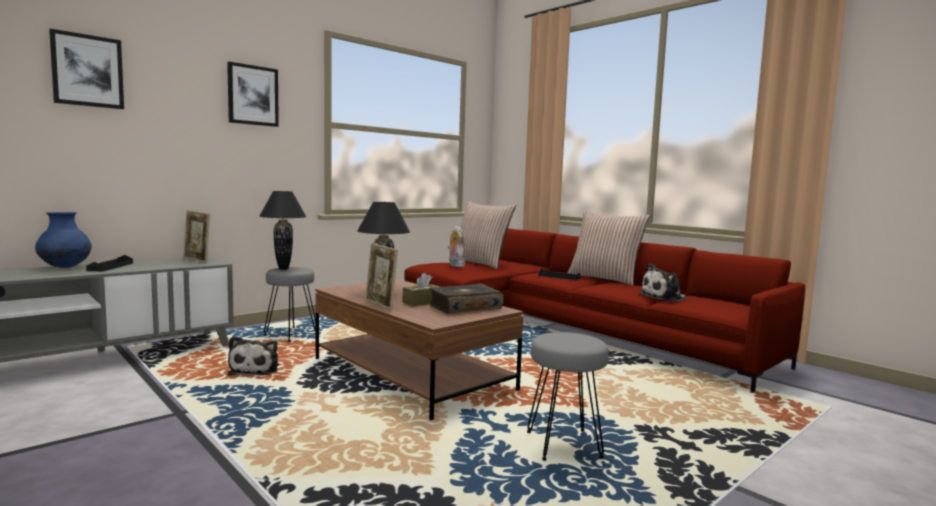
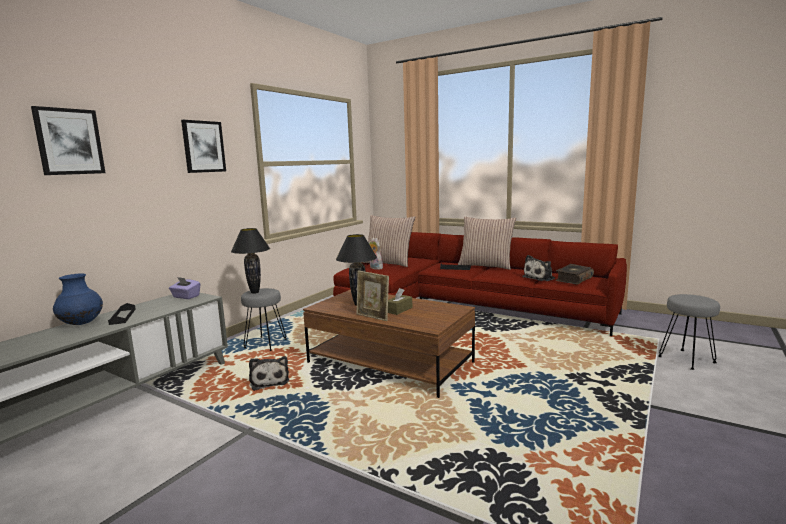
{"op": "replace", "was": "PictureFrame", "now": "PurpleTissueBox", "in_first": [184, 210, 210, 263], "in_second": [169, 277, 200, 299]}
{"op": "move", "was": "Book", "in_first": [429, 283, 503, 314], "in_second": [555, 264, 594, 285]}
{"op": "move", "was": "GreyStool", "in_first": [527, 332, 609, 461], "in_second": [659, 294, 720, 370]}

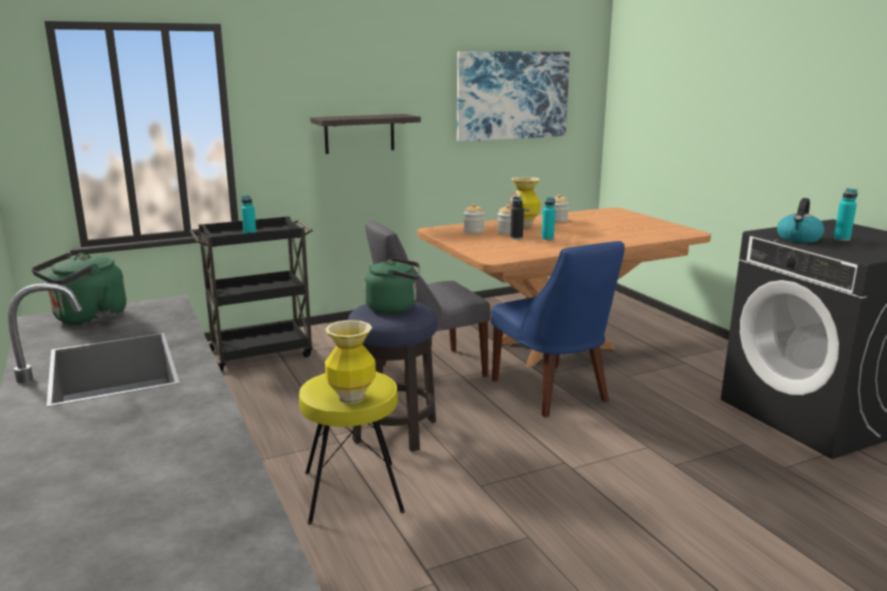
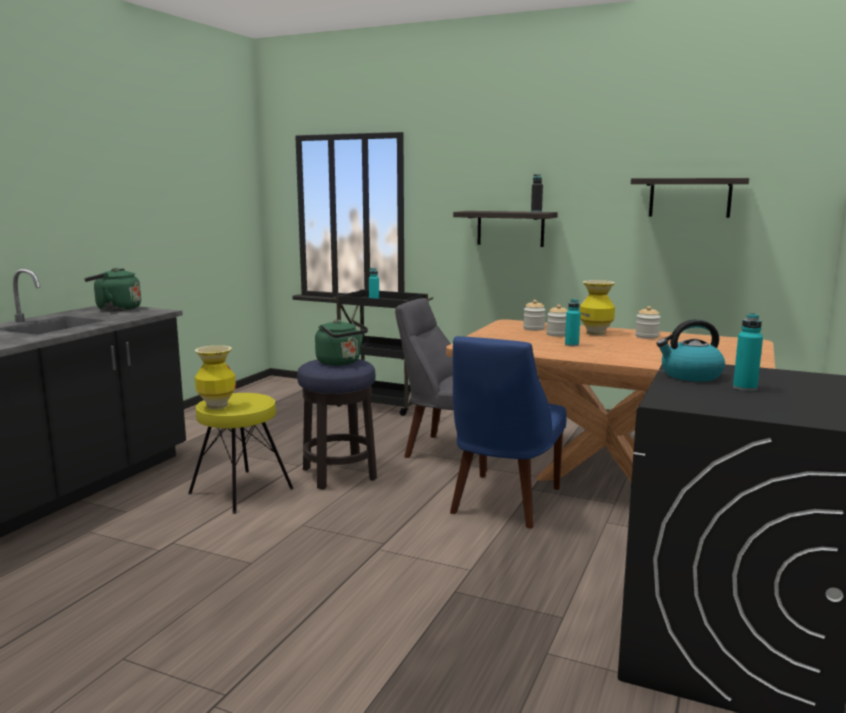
{"op": "replace", "was": "Picture", "now": "Shelf", "in_first": [457, 52, 570, 142], "in_second": [631, 178, 749, 218]}
{"op": "move", "was": "BlackBottle", "in_first": [510, 197, 524, 239], "in_second": [531, 174, 543, 212]}

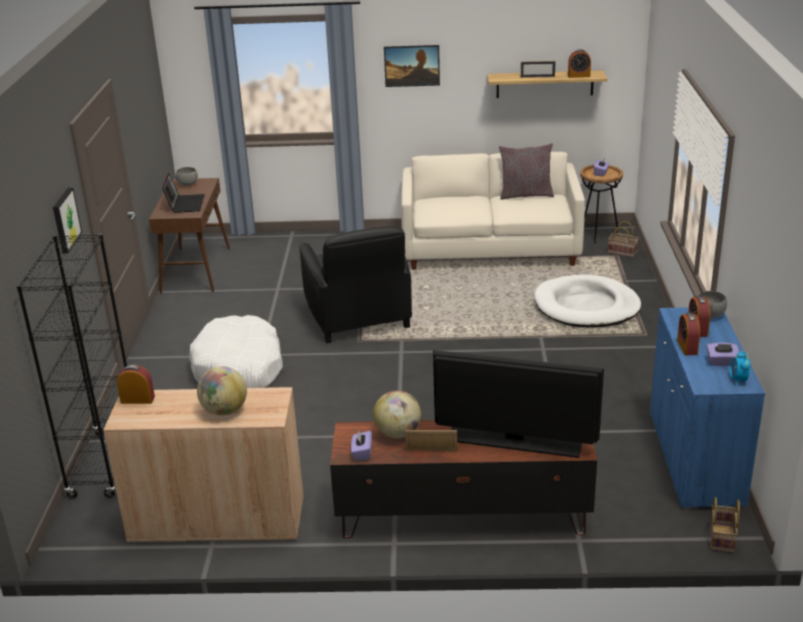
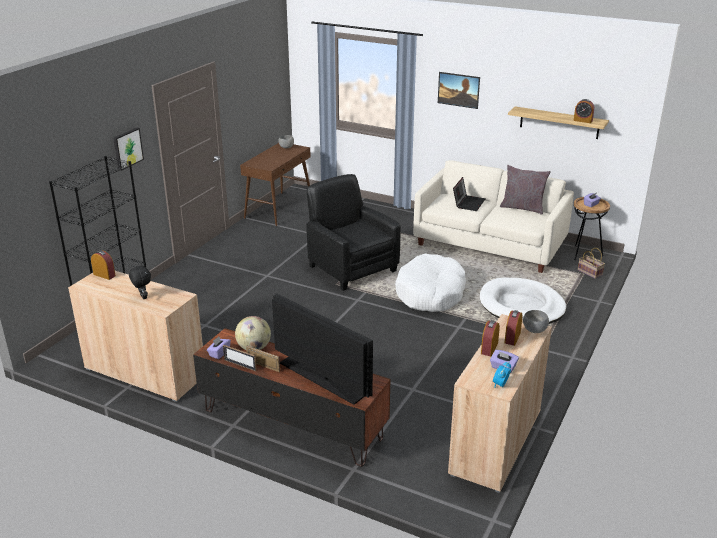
{"op": "move", "was": "PictureFrame", "in_first": [521, 61, 556, 78], "in_second": [223, 345, 257, 371]}
{"op": "move", "was": "Laptop", "in_first": [162, 173, 205, 213], "in_second": [453, 177, 486, 211]}
{"op": "rotate", "was": "BlackArmchair", "in_first": [299, 226, 412, 343], "in_second": [306, 174, 401, 291], "clockwise": 135}
{"op": "recolor", "was": "BlueCabinet", "now": "BeigeCabinet", "in_first": [650, 307, 765, 509], "in_second": [448, 314, 552, 493]}
{"op": "move", "was": "WhiteDogBed", "in_first": [189, 315, 283, 388], "in_second": [395, 253, 466, 312]}
{"op": "replace", "was": "Globe", "now": "BlackPlushToy", "in_first": [197, 366, 247, 416], "in_second": [129, 264, 151, 299]}
{"op": "delete", "was": "Basket", "in_first": [710, 497, 740, 553]}

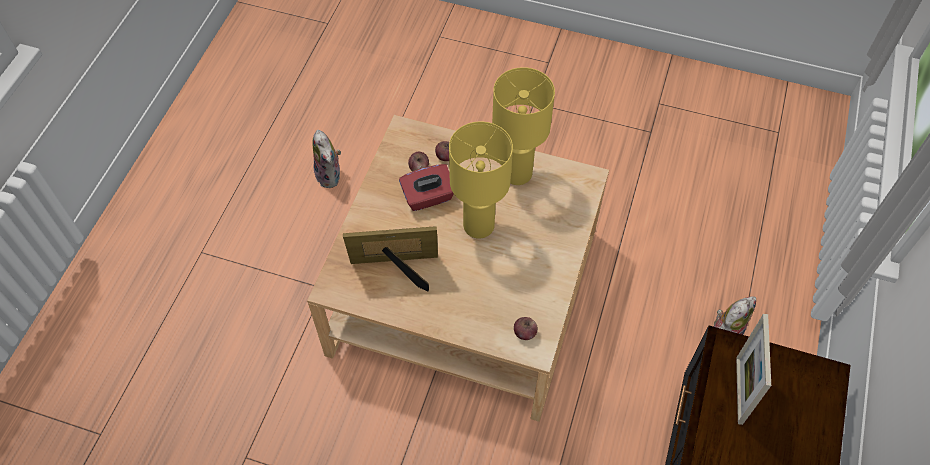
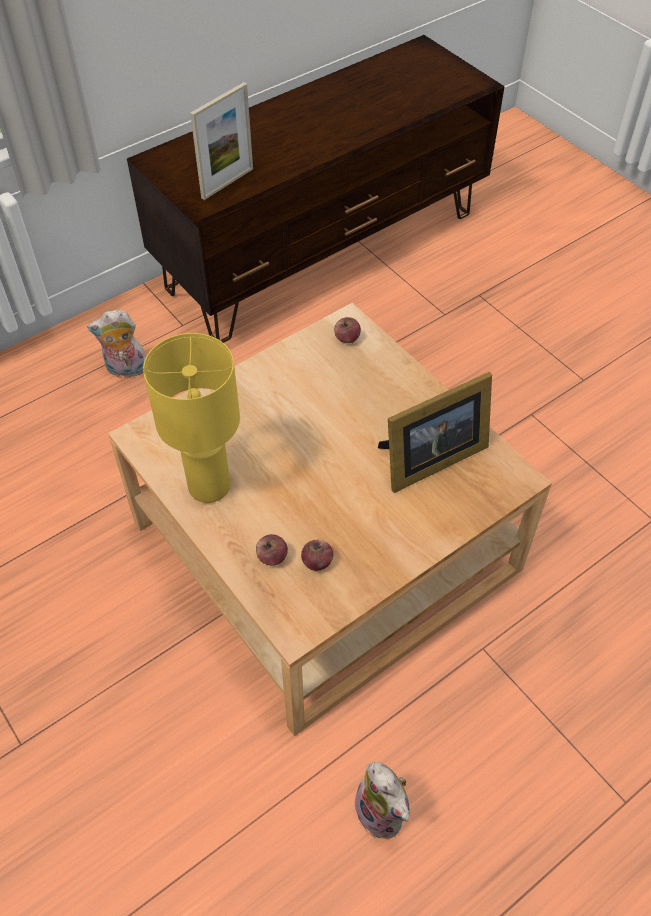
{"op": "delete", "was": "YellowTableLamp", "in_first": [449, 121, 513, 239]}
{"op": "rotate", "was": "PlushToy", "in_first": [313, 130, 341, 188], "in_second": [352, 762, 410, 839], "clockwise": 135}
{"op": "delete", "was": "RedTissueBox", "in_first": [399, 164, 454, 211]}
{"op": "rotate", "was": "PictureFrame", "in_first": [343, 226, 438, 291], "in_second": [378, 372, 492, 493], "clockwise": -60}

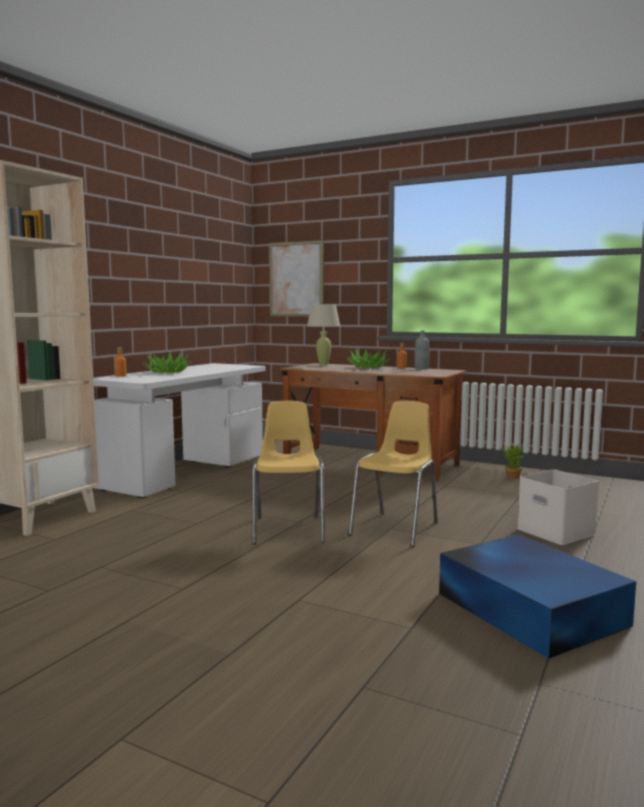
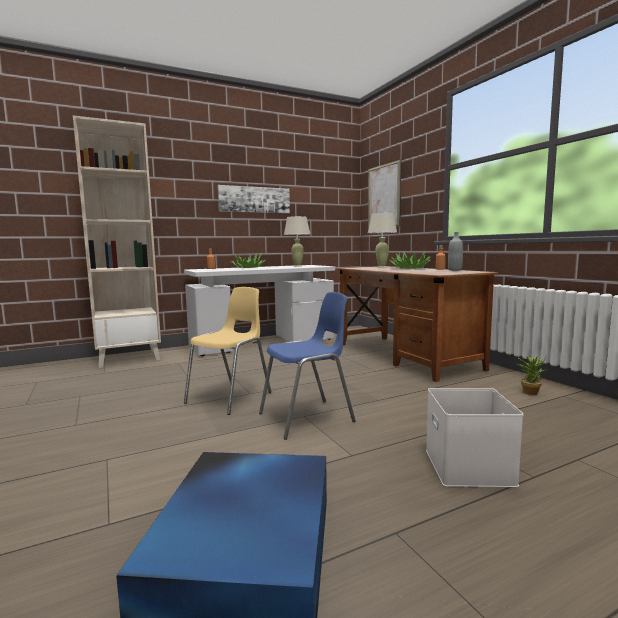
{"op": "recolor", "was": "YellowChair", "now": "BlueChair", "in_first": [349, 401, 438, 547], "in_second": [259, 292, 356, 440]}
{"op": "insert", "now": "Picture", "in_second": [217, 185, 290, 213]}
{"op": "insert", "now": "BeigeTableLamp", "in_second": [284, 216, 310, 267]}

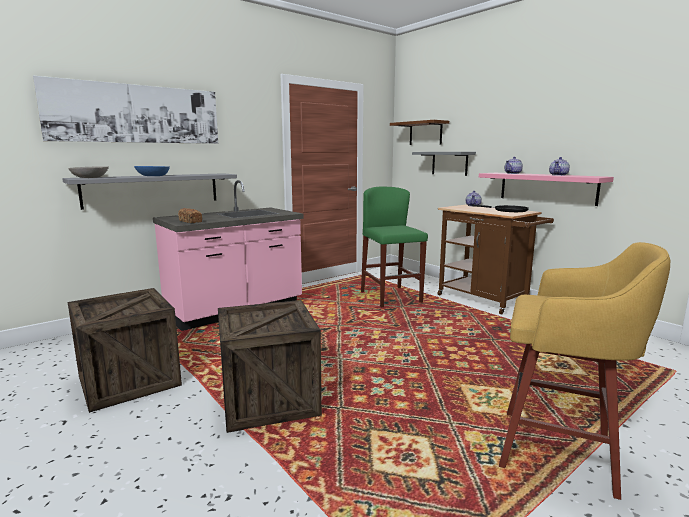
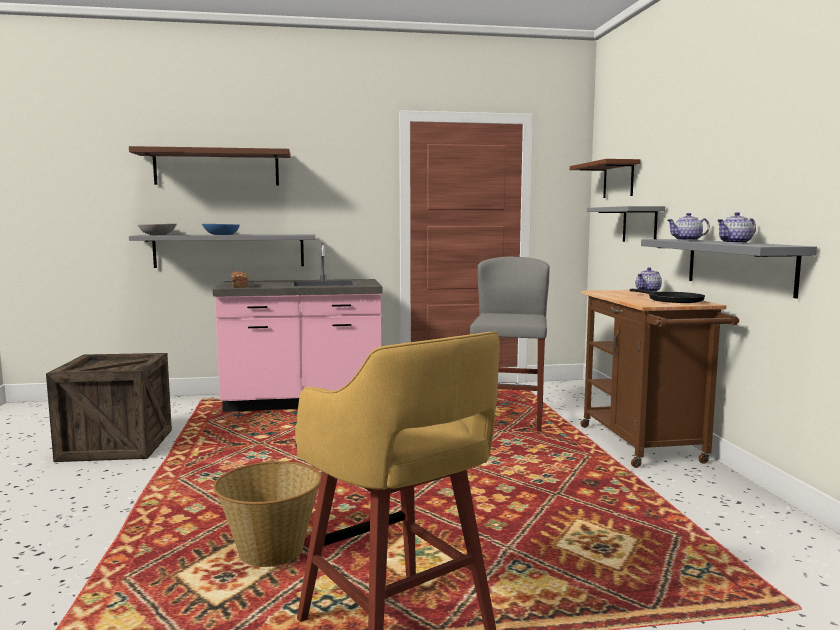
{"op": "replace", "was": "Picture", "now": "BrownShelf", "in_first": [33, 76, 218, 144], "in_second": [129, 146, 291, 186]}
{"op": "recolor", "was": "PinkShelf", "now": "GreyShelf", "in_first": [479, 173, 614, 206], "in_second": [641, 239, 817, 299]}
{"op": "recolor", "was": "GreenStool", "now": "GreyStool", "in_first": [361, 187, 428, 307], "in_second": [470, 257, 550, 432]}
{"op": "delete", "was": "Crate", "in_first": [218, 300, 322, 433]}
{"op": "insert", "now": "Basket", "in_second": [213, 461, 321, 567]}

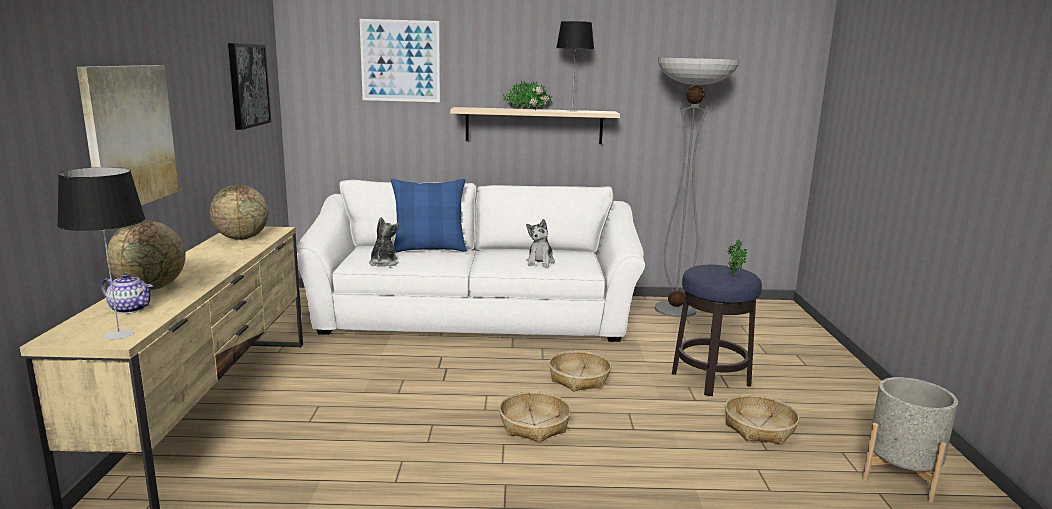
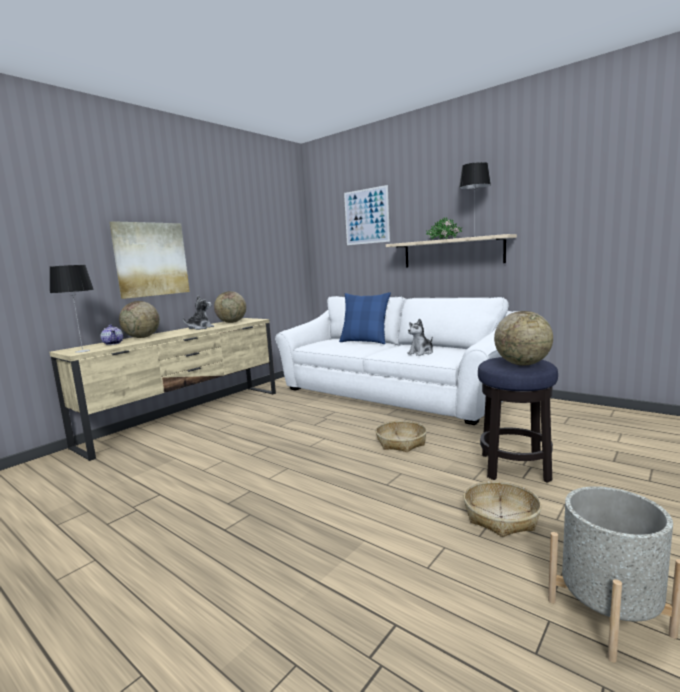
{"op": "delete", "was": "Picture", "in_first": [228, 43, 271, 130]}
{"op": "delete", "was": "FloorLamp", "in_first": [655, 58, 740, 317]}
{"op": "move", "was": "PlushToy", "in_first": [369, 217, 399, 266], "in_second": [183, 295, 214, 330]}
{"op": "replace", "was": "PottedPlant", "now": "Globe", "in_first": [727, 240, 747, 275], "in_second": [494, 311, 553, 365]}
{"op": "delete", "was": "Basket", "in_first": [499, 391, 571, 443]}

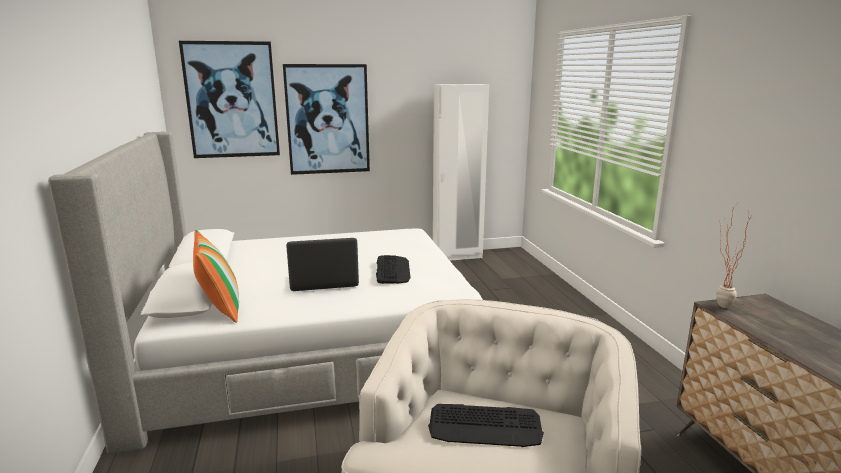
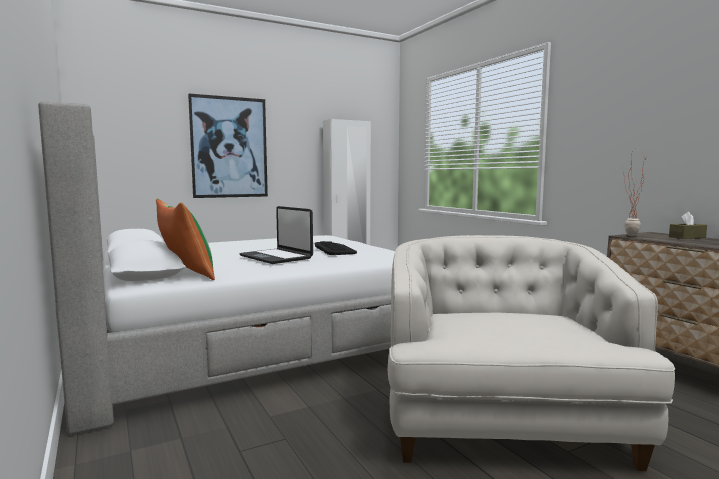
{"op": "delete", "was": "Picture", "in_first": [179, 41, 280, 158]}
{"op": "rotate", "was": "Laptop", "in_first": [286, 238, 359, 291], "in_second": [239, 206, 313, 264], "clockwise": -105}
{"op": "delete", "was": "Keyboard", "in_first": [428, 404, 544, 447]}
{"op": "insert", "now": "BrownTissueBox", "in_second": [669, 212, 707, 239]}

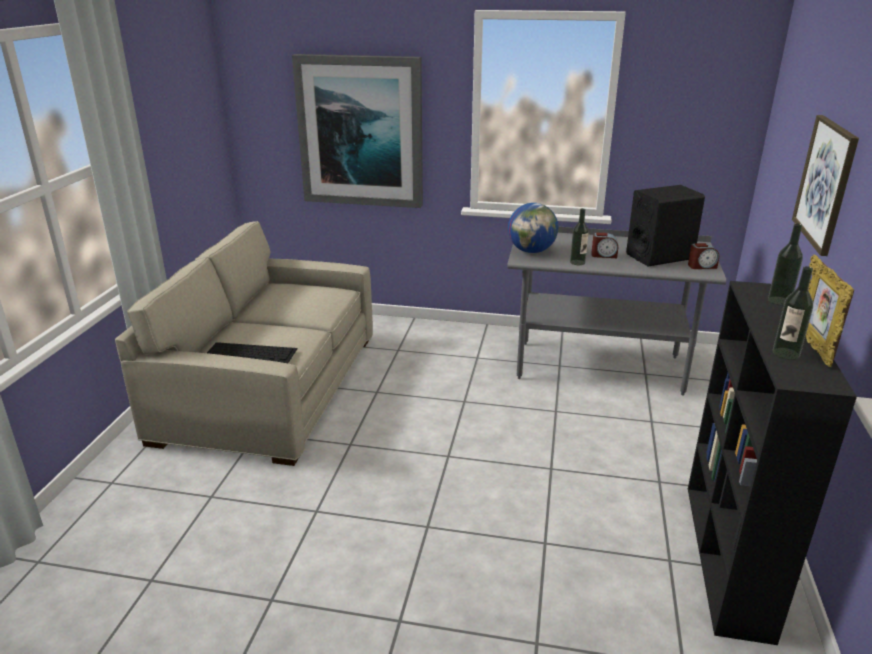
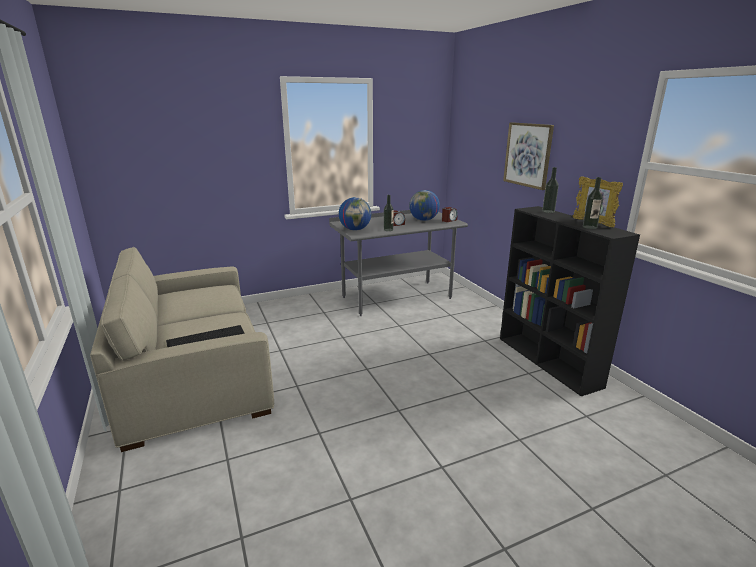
{"op": "delete", "was": "Picture", "in_first": [292, 54, 423, 208]}
{"op": "replace", "was": "BlackSpeaker", "now": "Globe", "in_first": [626, 185, 705, 266], "in_second": [409, 190, 440, 221]}

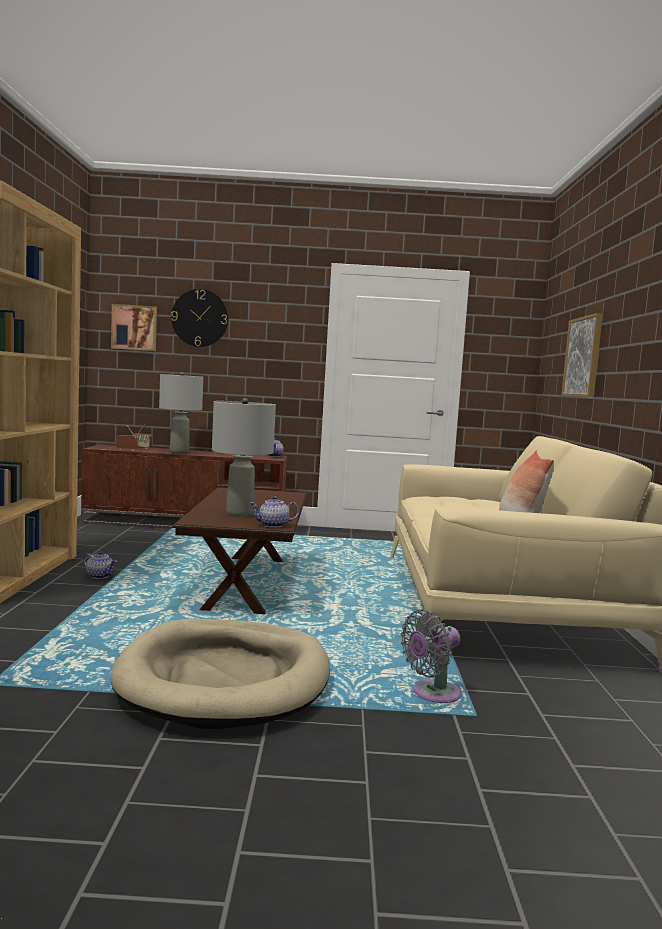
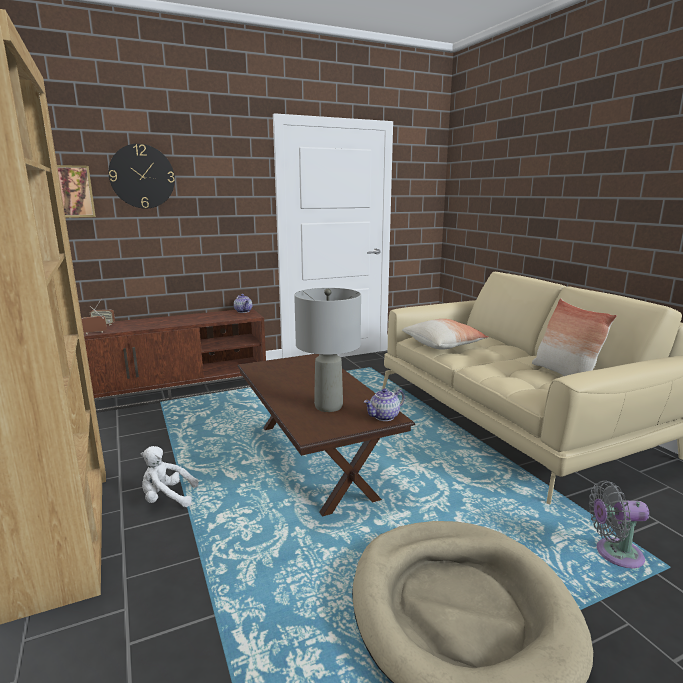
{"op": "delete", "was": "Picture", "in_first": [561, 313, 603, 397]}
{"op": "delete", "was": "GreyTableLamp", "in_first": [159, 372, 203, 454]}
{"op": "replace", "was": "Teapot", "now": "WhitePlushToy", "in_first": [83, 551, 117, 579], "in_second": [141, 446, 199, 507]}
{"op": "rotate", "was": "GreyFan", "in_first": [400, 610, 461, 703], "in_second": [589, 481, 649, 568], "clockwise": 60}
{"op": "insert", "now": "Pillow", "in_second": [402, 319, 489, 349]}

